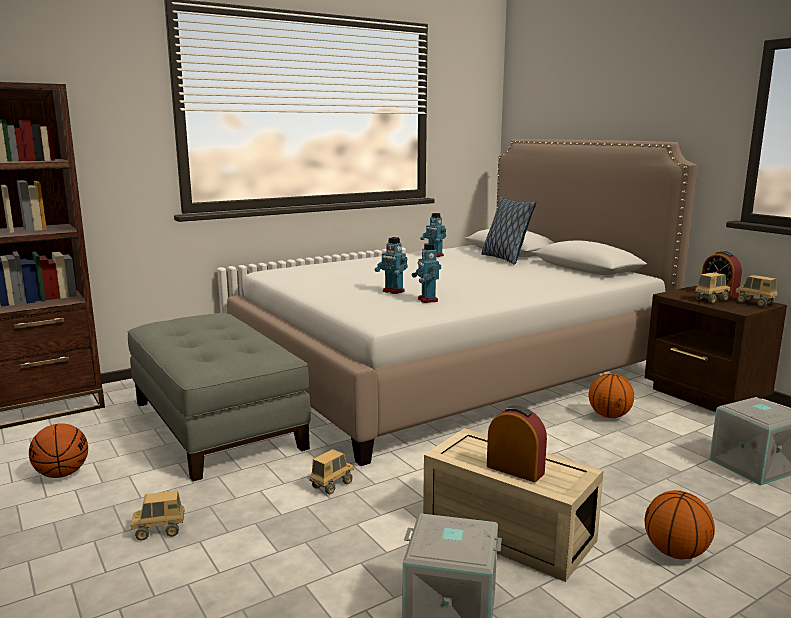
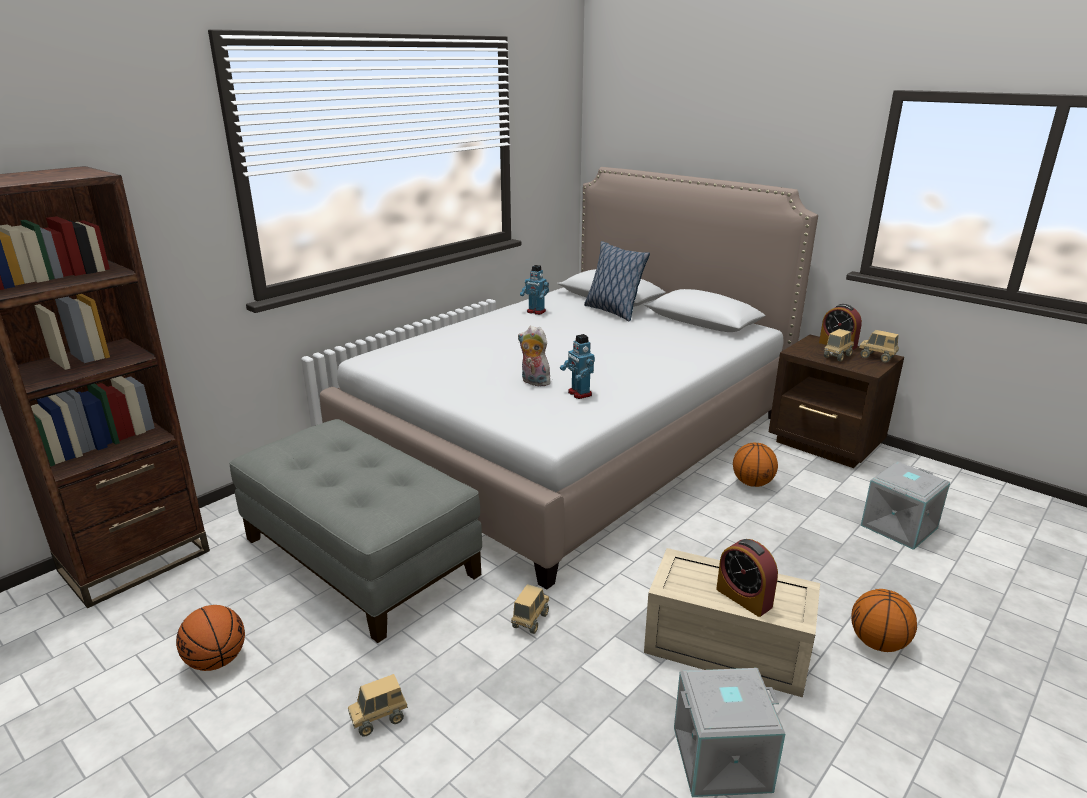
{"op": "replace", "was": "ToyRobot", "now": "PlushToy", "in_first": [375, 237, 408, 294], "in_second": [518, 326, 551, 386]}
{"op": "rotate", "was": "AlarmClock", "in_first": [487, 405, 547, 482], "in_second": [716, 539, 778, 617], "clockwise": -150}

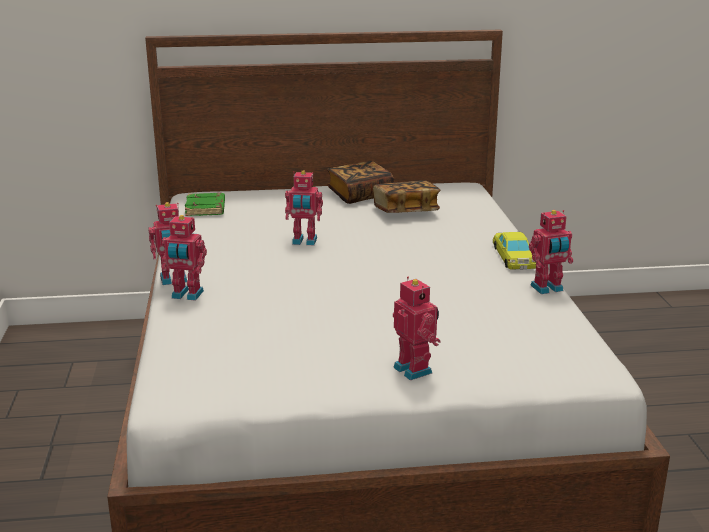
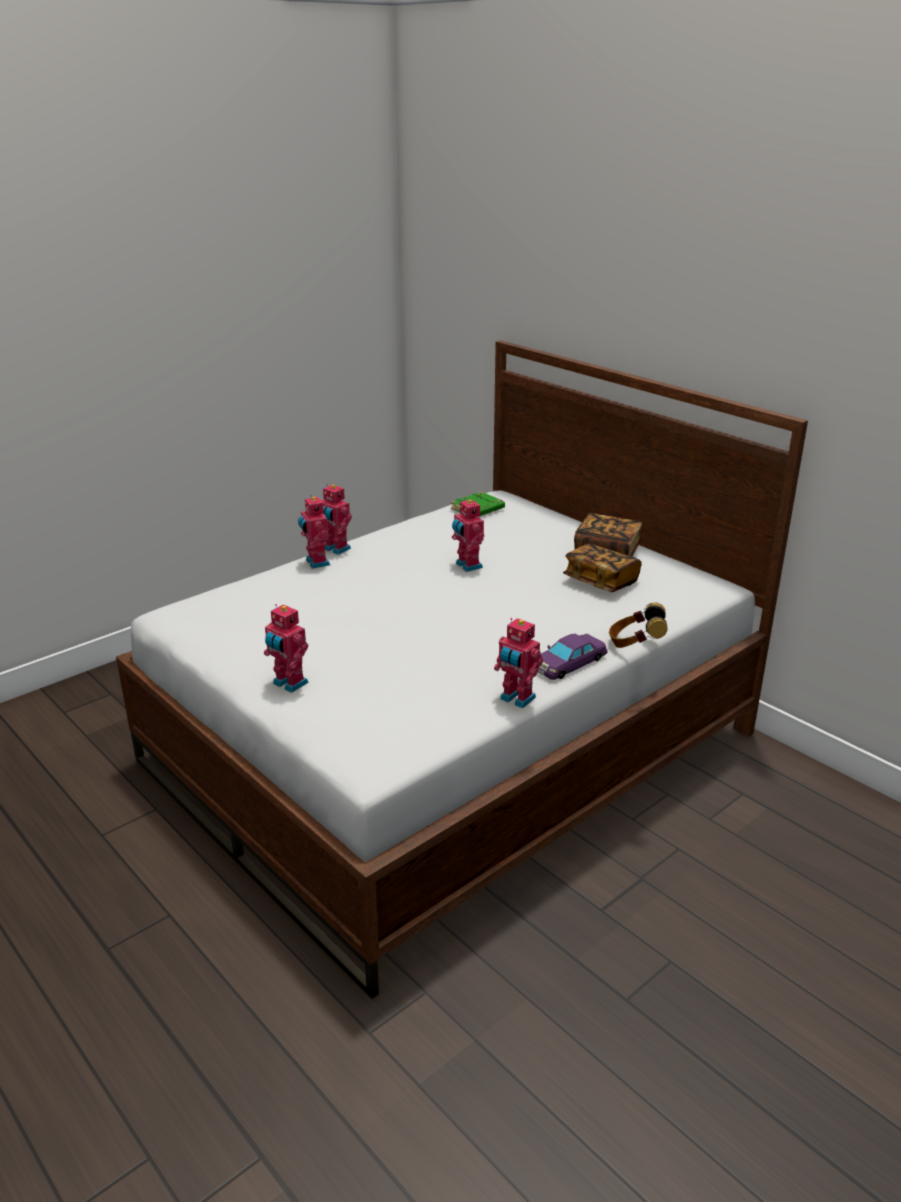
{"op": "recolor", "was": "YellowToyCar", "now": "PurpleToyCar", "in_first": [493, 232, 536, 269], "in_second": [538, 634, 608, 680]}
{"op": "rotate", "was": "ToyRobot", "in_first": [393, 277, 440, 380], "in_second": [264, 604, 309, 693], "clockwise": 105}
{"op": "insert", "now": "Headphones", "in_second": [609, 603, 668, 648]}

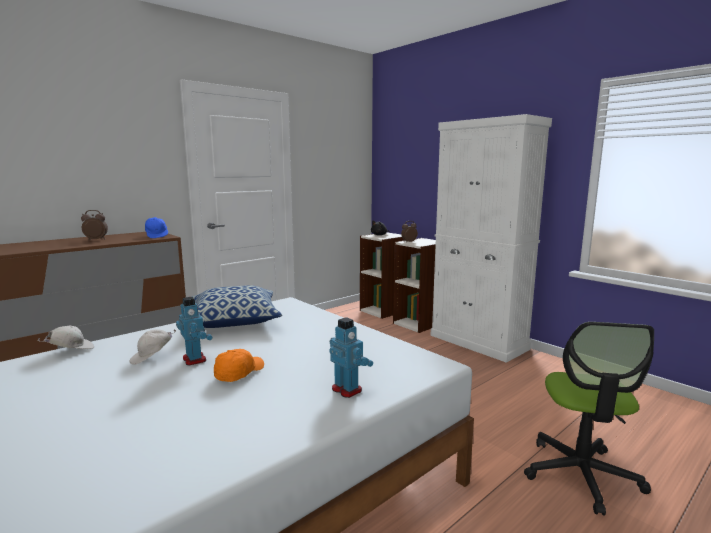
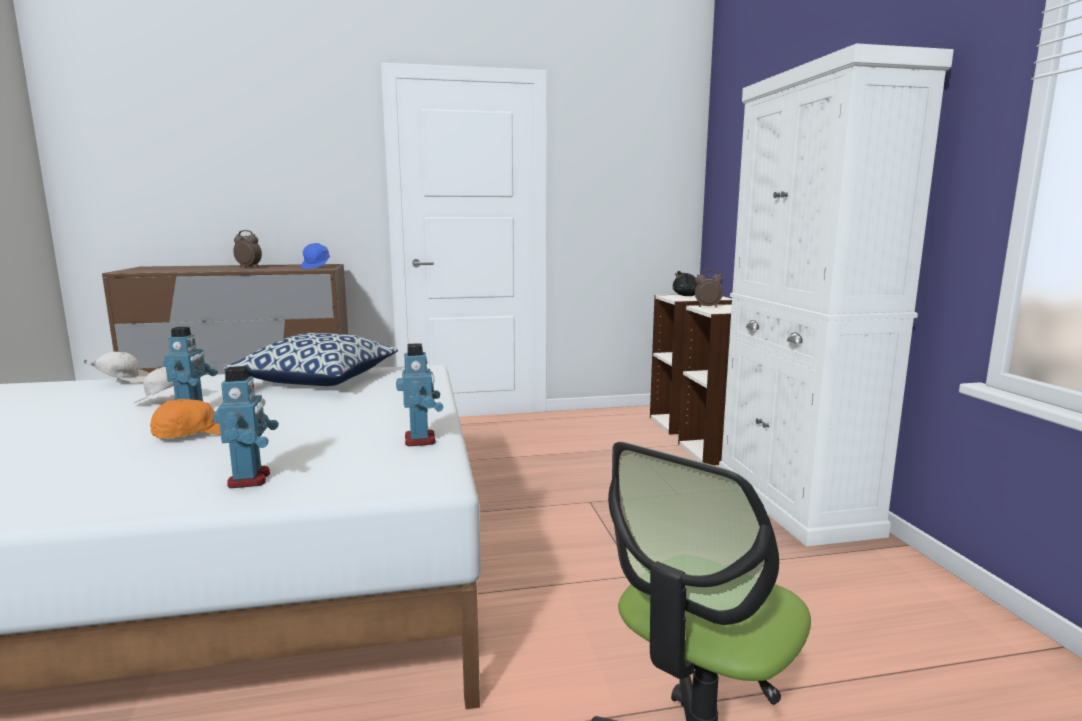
{"op": "insert", "now": "ToyRobot", "in_second": [396, 343, 443, 446]}

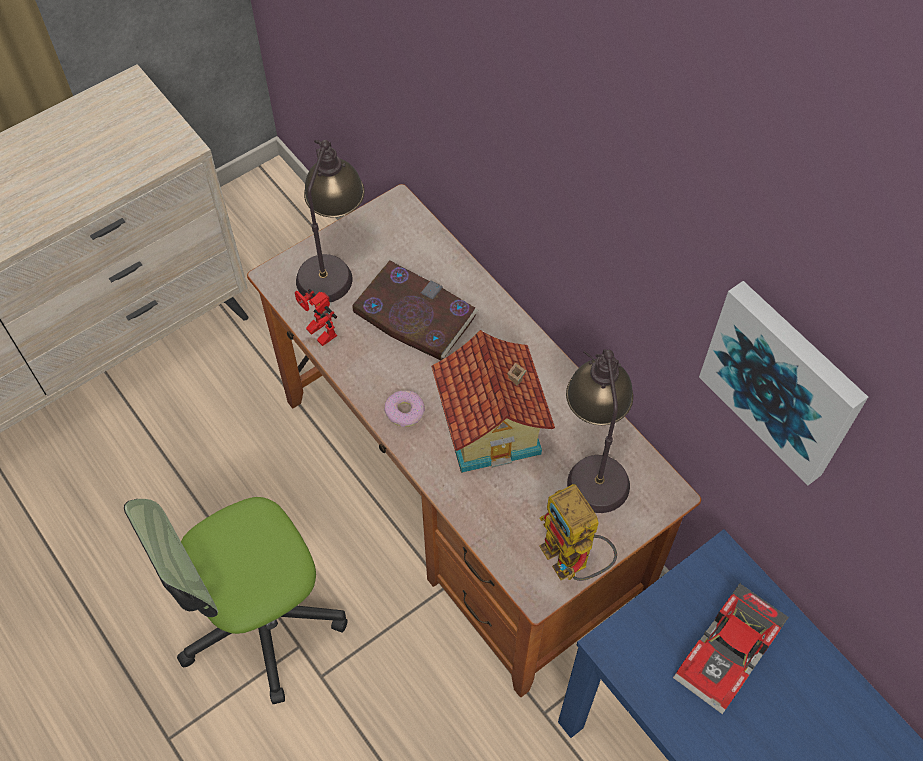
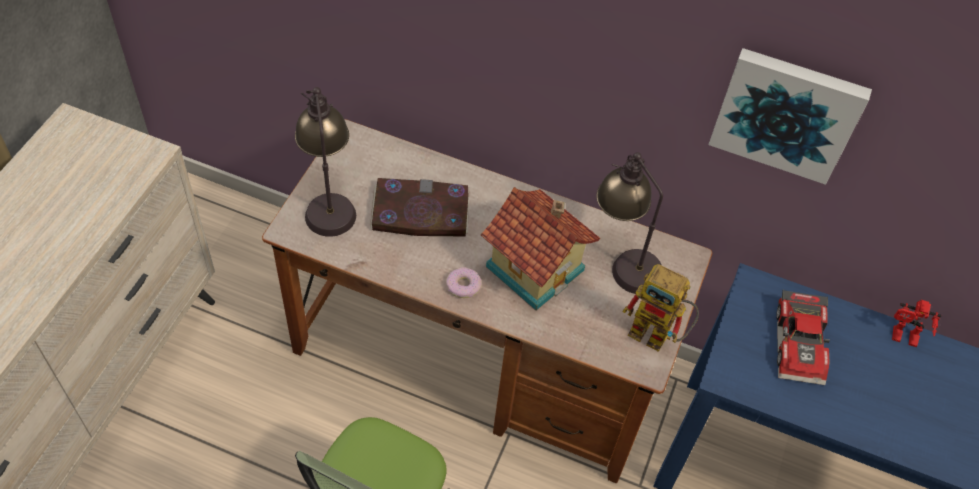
{"op": "move", "was": "ToyRobot", "in_first": [295, 289, 337, 346], "in_second": [892, 300, 941, 347]}

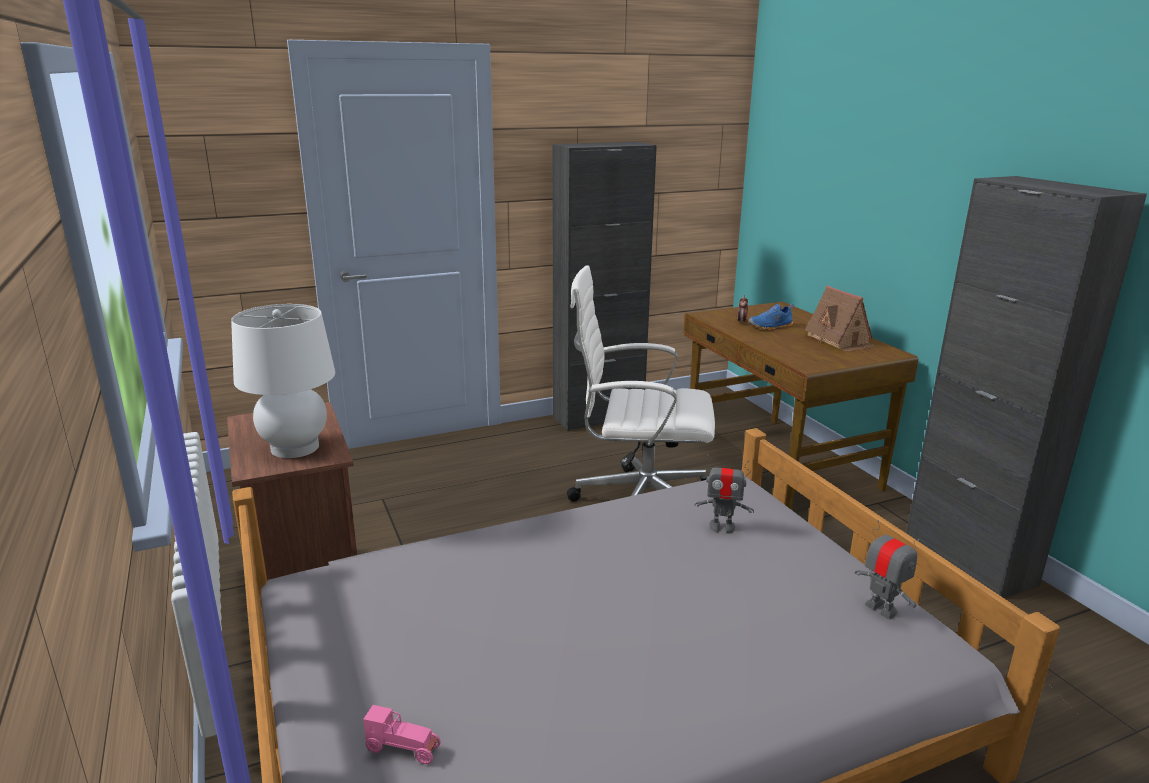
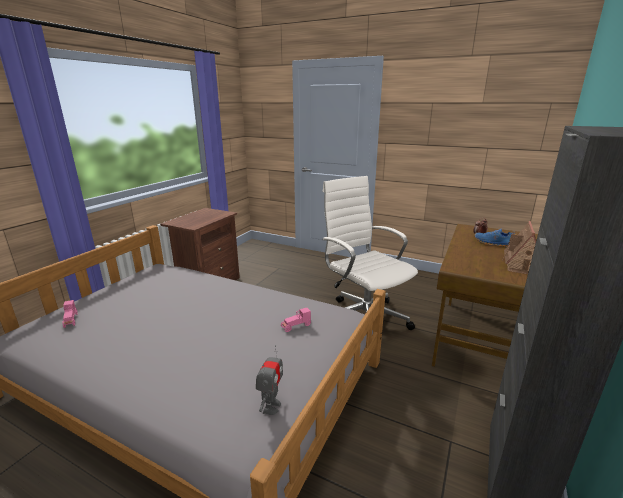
{"op": "delete", "was": "BlackCabinet", "in_first": [552, 142, 657, 431]}
{"op": "delete", "was": "WhiteTableLamp", "in_first": [231, 304, 335, 458]}
{"op": "replace", "was": "ToyRobot", "now": "PinkToyCar", "in_first": [695, 454, 754, 534], "in_second": [281, 308, 311, 332]}

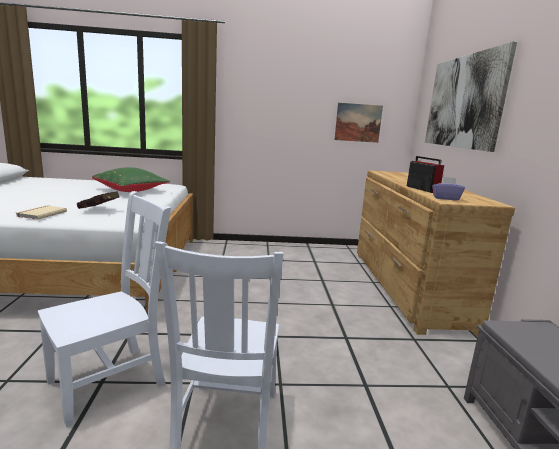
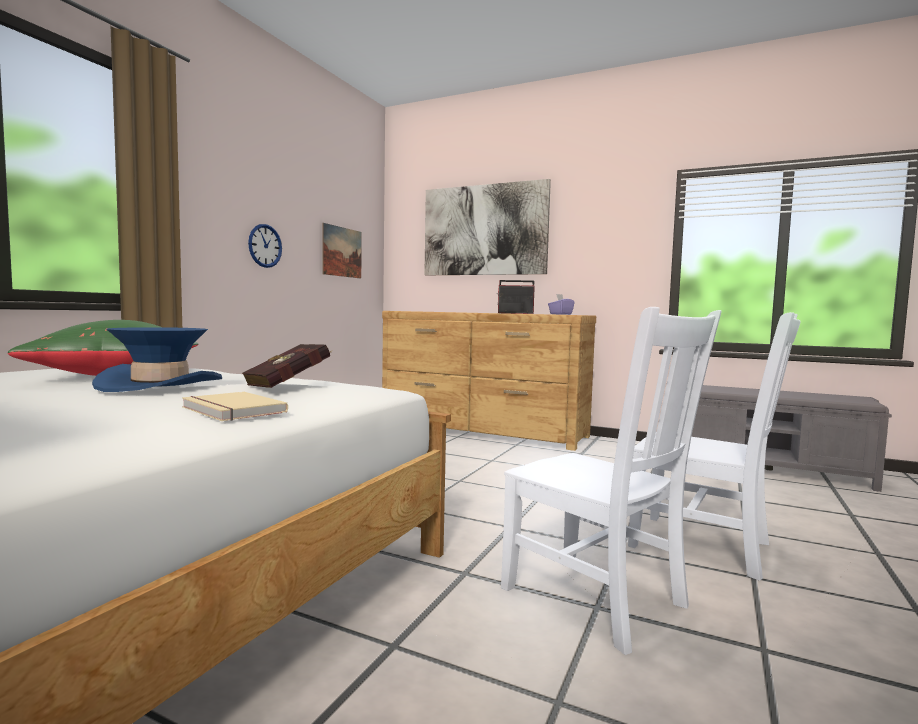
{"op": "rotate", "was": "WhiteChair", "in_first": [38, 191, 171, 427], "in_second": [501, 307, 722, 655], "clockwise": 150}
{"op": "insert", "now": "WallClock", "in_second": [248, 224, 282, 268]}
{"op": "insert", "now": "BlueHat", "in_second": [92, 327, 222, 392]}

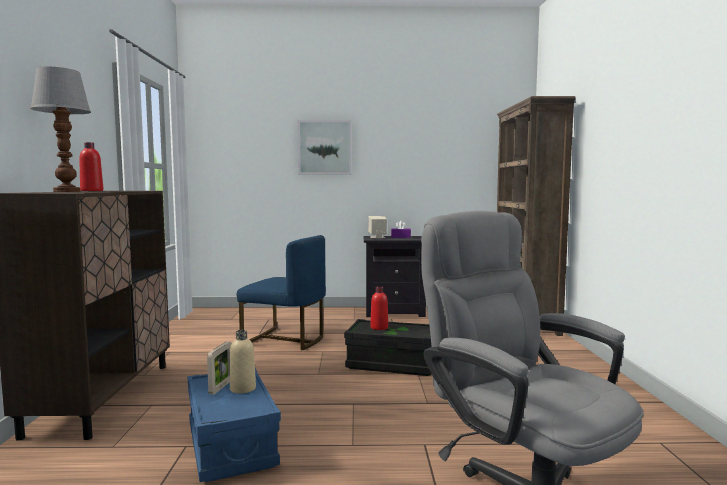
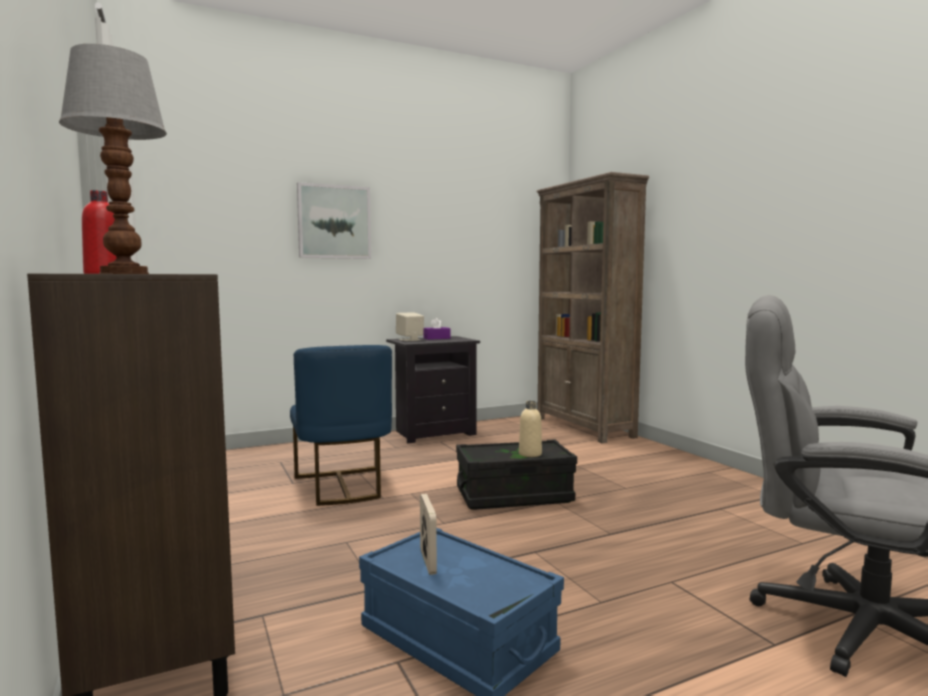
{"op": "rotate", "was": "BlueChair", "in_first": [237, 235, 326, 350], "in_second": [290, 345, 392, 506], "clockwise": 75}
{"op": "delete", "was": "RedBottle", "in_first": [370, 286, 388, 330]}
{"op": "move", "was": "BeigeBottle", "in_first": [230, 330, 256, 394], "in_second": [519, 401, 542, 457]}

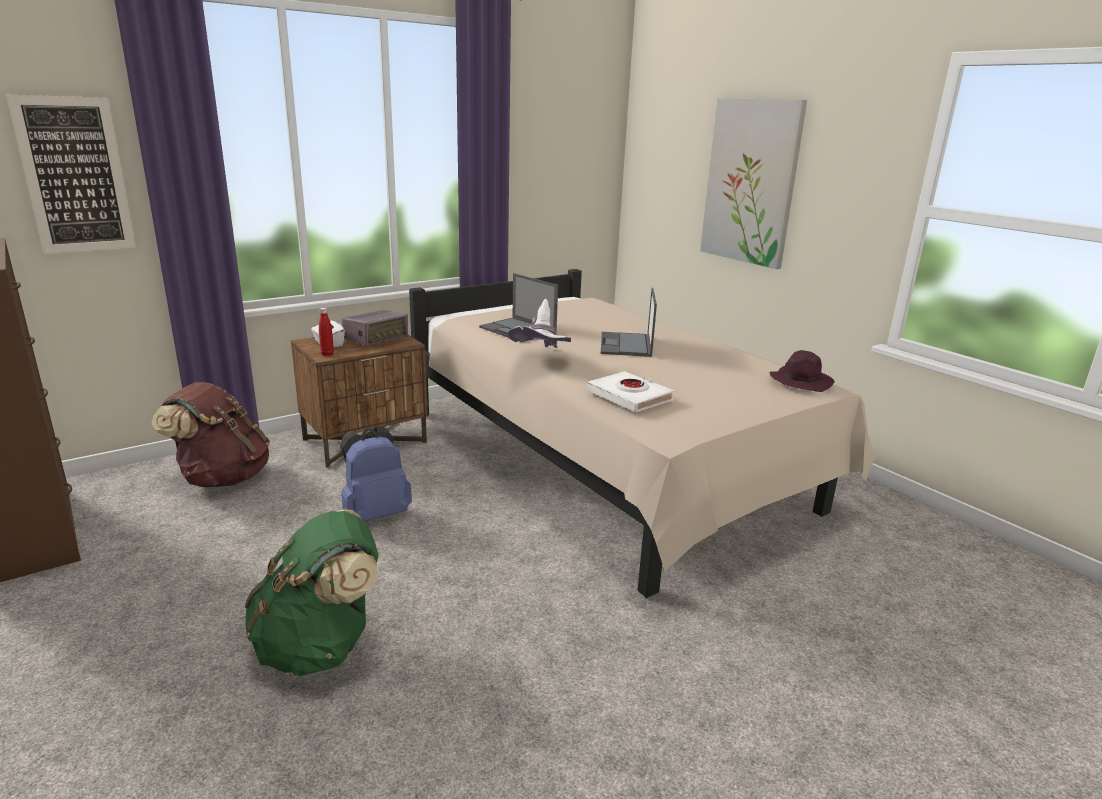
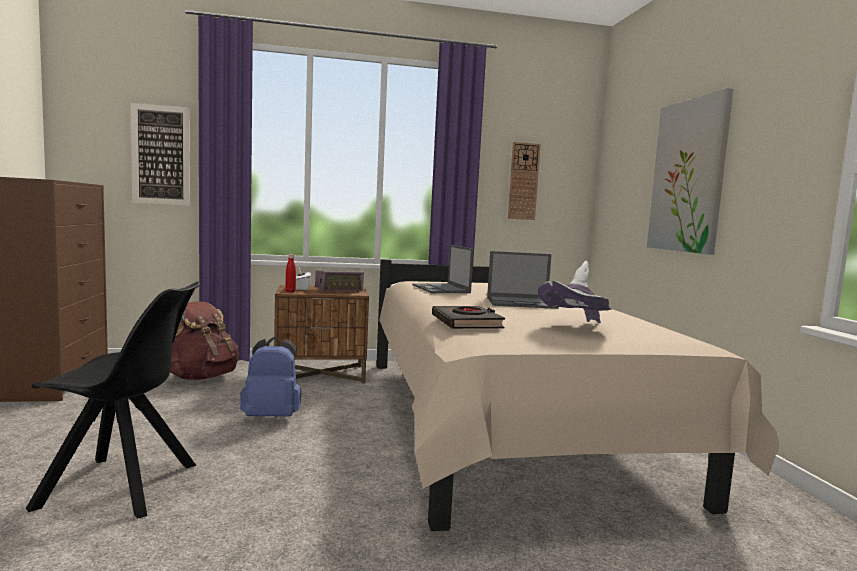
{"op": "rotate", "was": "Laptop", "in_first": [601, 288, 657, 357], "in_second": [487, 251, 559, 309], "clockwise": -120}
{"op": "move", "was": "WhiteHat", "in_first": [508, 299, 571, 348], "in_second": [538, 261, 611, 323]}
{"op": "delete", "was": "PurpleHat", "in_first": [769, 350, 834, 392]}
{"op": "recolor", "was": "WhiteBook", "now": "BlackBook", "in_first": [587, 371, 674, 412], "in_second": [432, 306, 505, 329]}
{"op": "replace", "was": "GreenBackpack", "now": "BlackChair", "in_first": [245, 509, 379, 676], "in_second": [26, 281, 200, 519]}
{"op": "insert", "now": "WallClock", "in_second": [508, 142, 541, 220]}

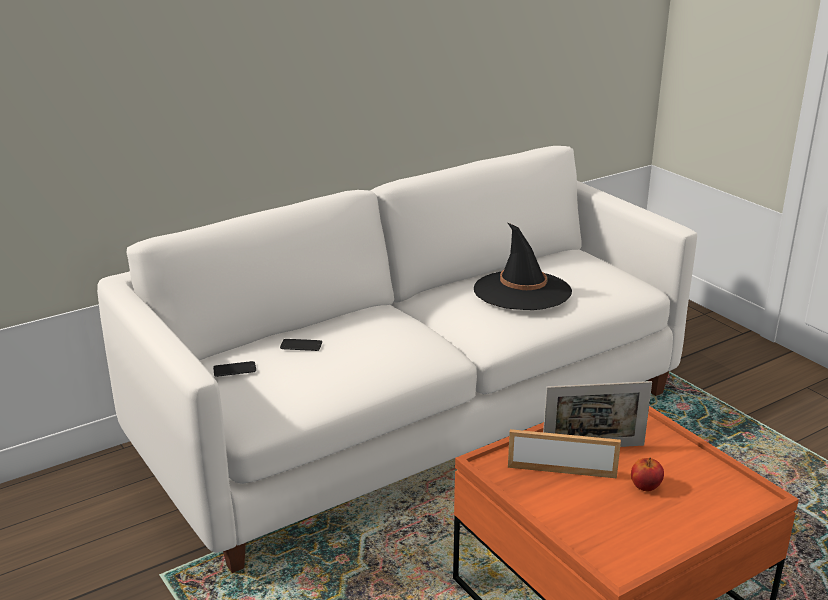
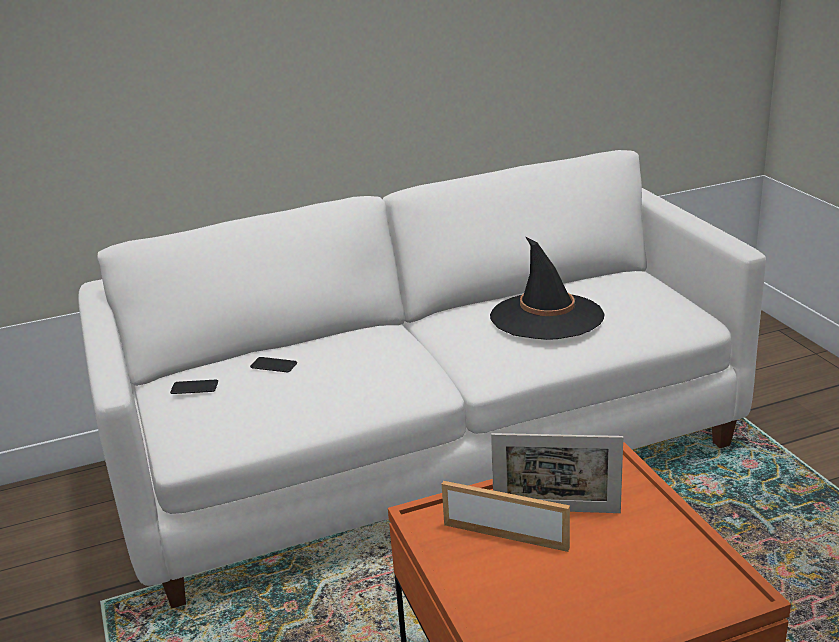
{"op": "delete", "was": "Apple", "in_first": [631, 458, 664, 492]}

